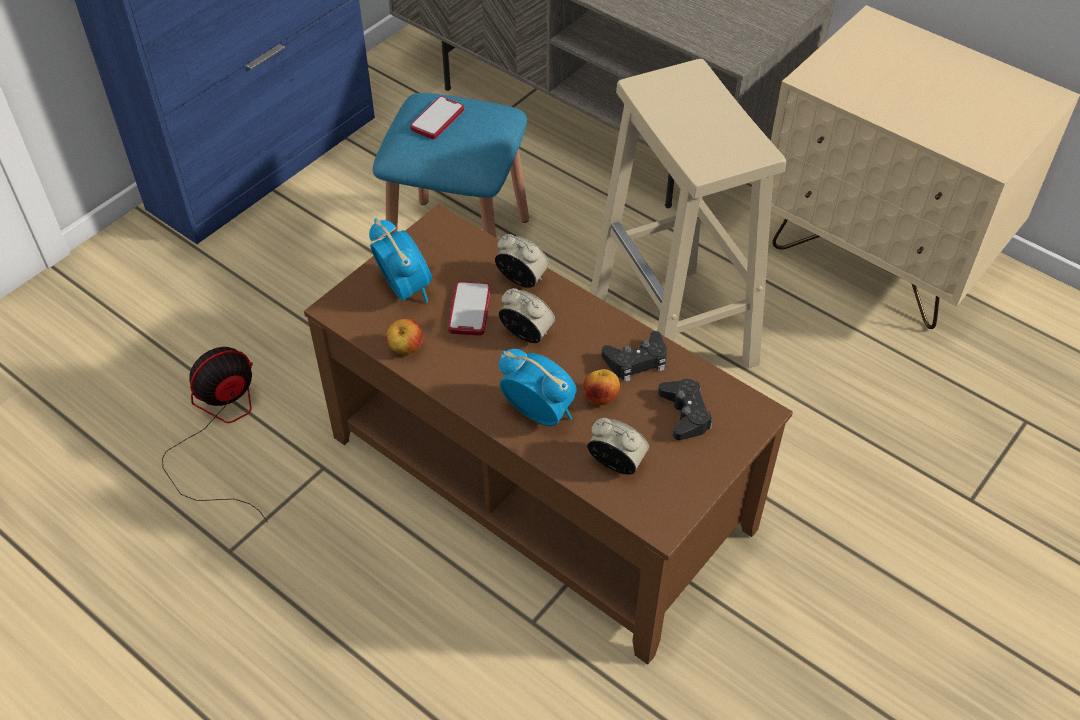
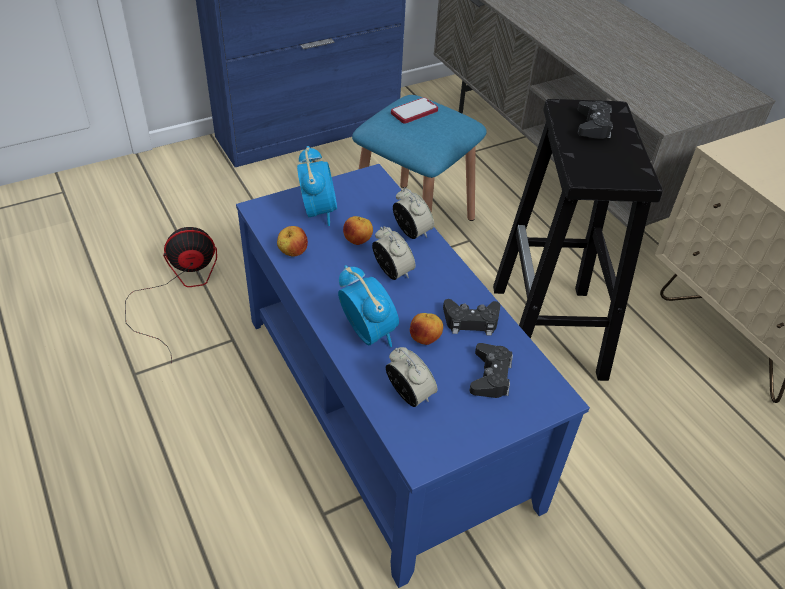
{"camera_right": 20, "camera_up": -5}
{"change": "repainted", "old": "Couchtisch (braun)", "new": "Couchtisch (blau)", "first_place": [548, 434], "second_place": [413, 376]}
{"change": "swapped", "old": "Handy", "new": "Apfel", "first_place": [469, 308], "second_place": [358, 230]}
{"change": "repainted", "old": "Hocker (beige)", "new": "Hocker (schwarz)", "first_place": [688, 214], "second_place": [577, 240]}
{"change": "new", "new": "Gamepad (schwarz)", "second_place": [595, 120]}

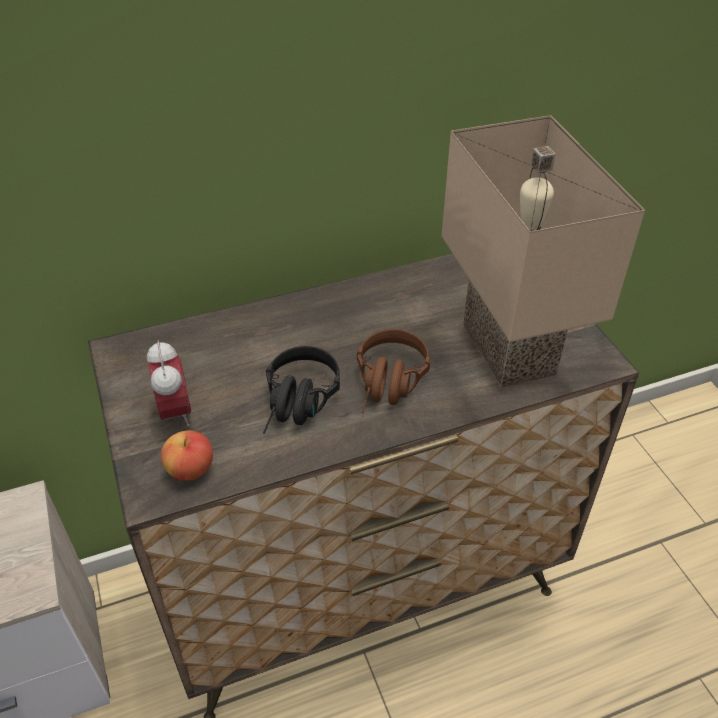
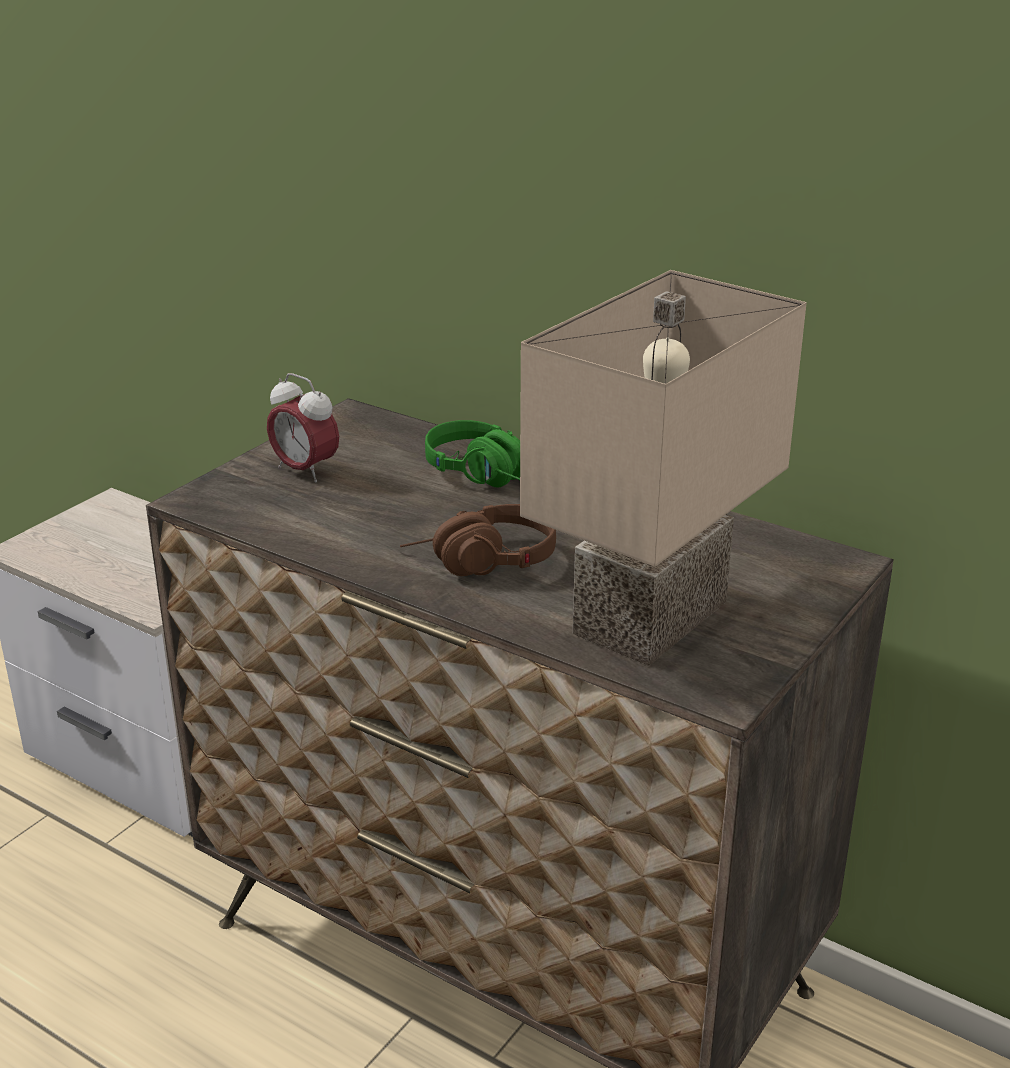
{"camera_right": 55, "camera_up": -15}
{"change": "rotated", "old": "Wecker", "first_place": [169, 383], "second_place": [303, 427], "degrees": 90}
{"change": "new", "new": "Kopfhörer (grün)", "second_place": [472, 454]}
{"change": "gone", "old": "Apfel", "first_place": [187, 455]}
{"change": "gone", "old": "Kopfhörer (schwarz)", "first_place": [301, 390]}

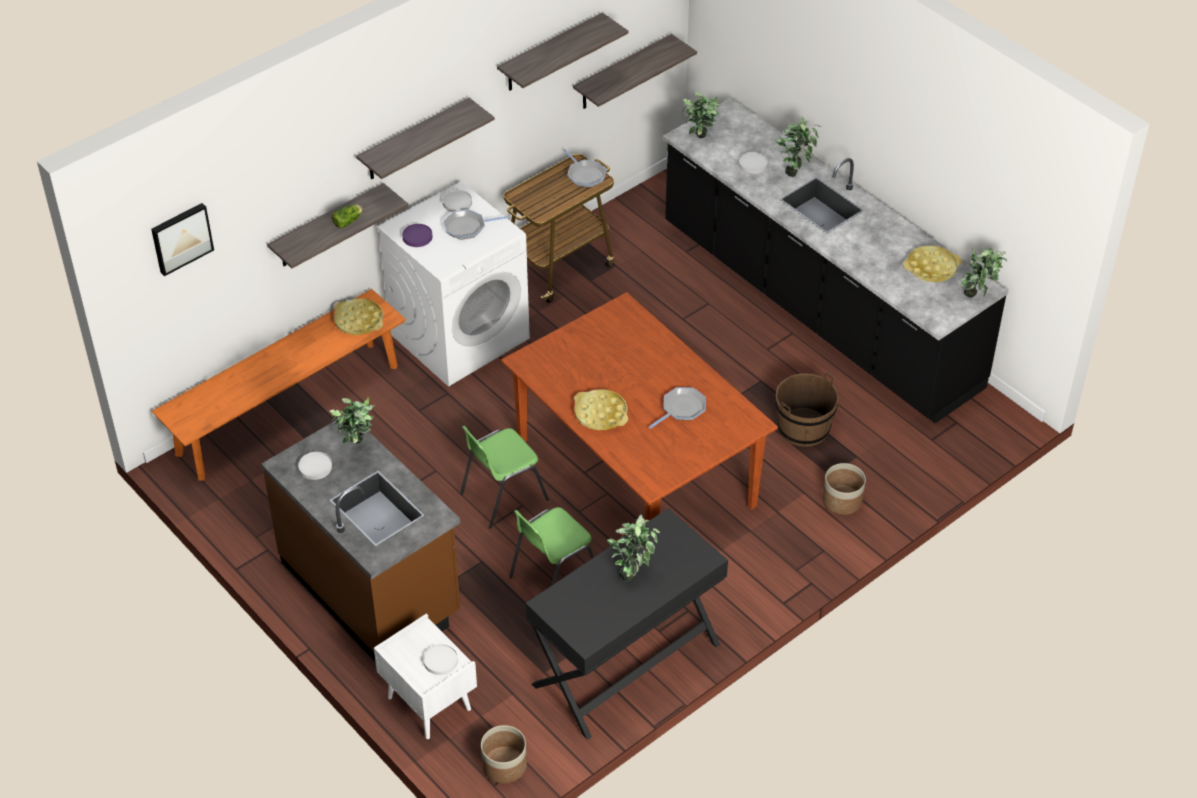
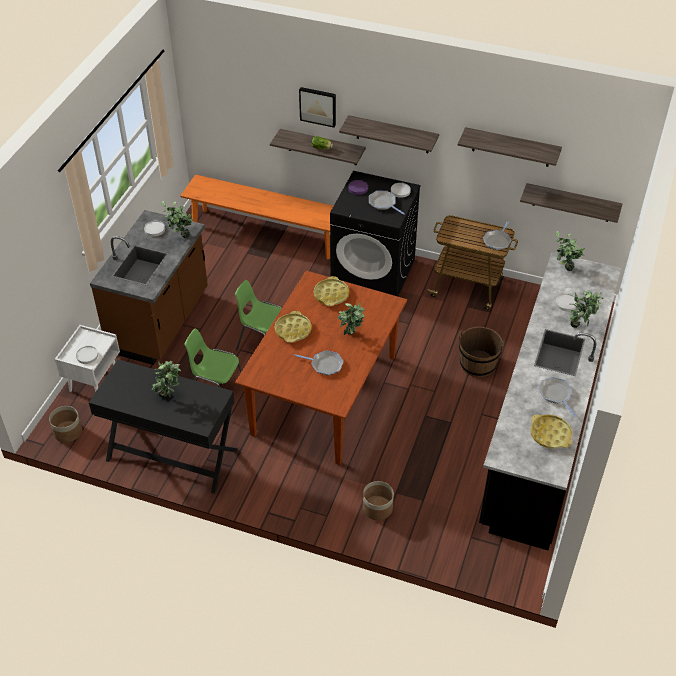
{"camera_right": 60, "camera_up": 0}
{"change": "shifted", "old": "Bild", "first_place": [182, 239], "second_place": [317, 107]}
{"change": "shifted", "old": "Tablett (gelb)", "first_place": [358, 316], "second_place": [331, 291]}
{"change": "repainted", "old": "Waschmaschine (weiß)", "new": "Waschmaschine (schwarz)", "first_place": [453, 283], "second_place": [375, 233]}
{"change": "shifted", "old": "Topfpflanze", "first_place": [984, 273], "second_place": [351, 319]}
{"change": "shifted", "old": "Eimer (braun)", "first_place": [806, 409], "second_place": [481, 352]}
{"change": "new", "new": "Pfanne", "second_place": [557, 397]}

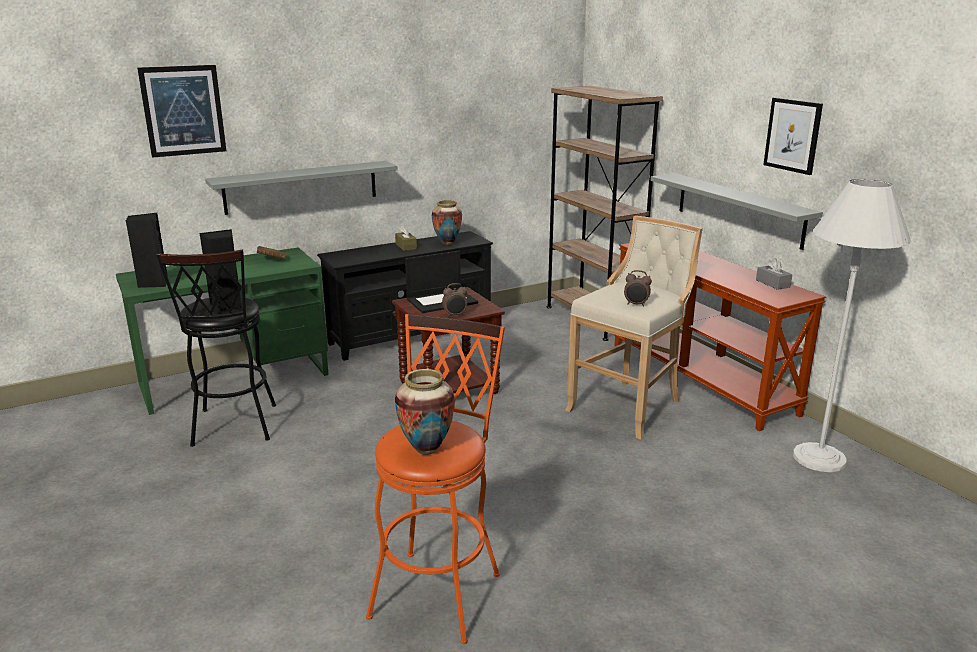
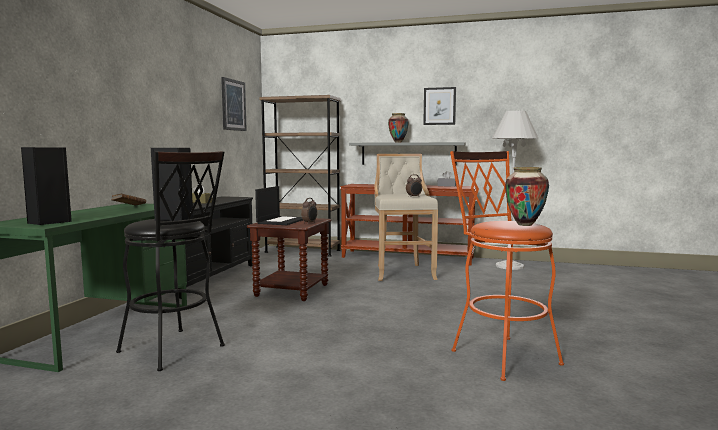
{"camera_right": -45, "camera_up": -15}
{"change": "shifted", "old": "Bild", "first_place": [181, 111], "second_place": [234, 104]}
{"change": "shifted", "old": "Vase", "first_place": [447, 222], "second_place": [398, 127]}
{"change": "gone", "old": "Wandregal (grau)", "first_place": [301, 188]}

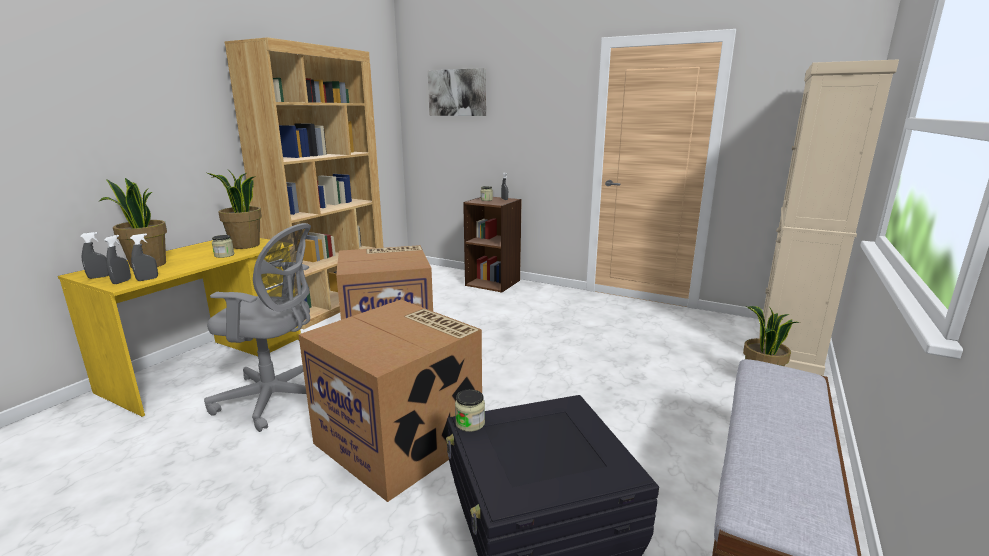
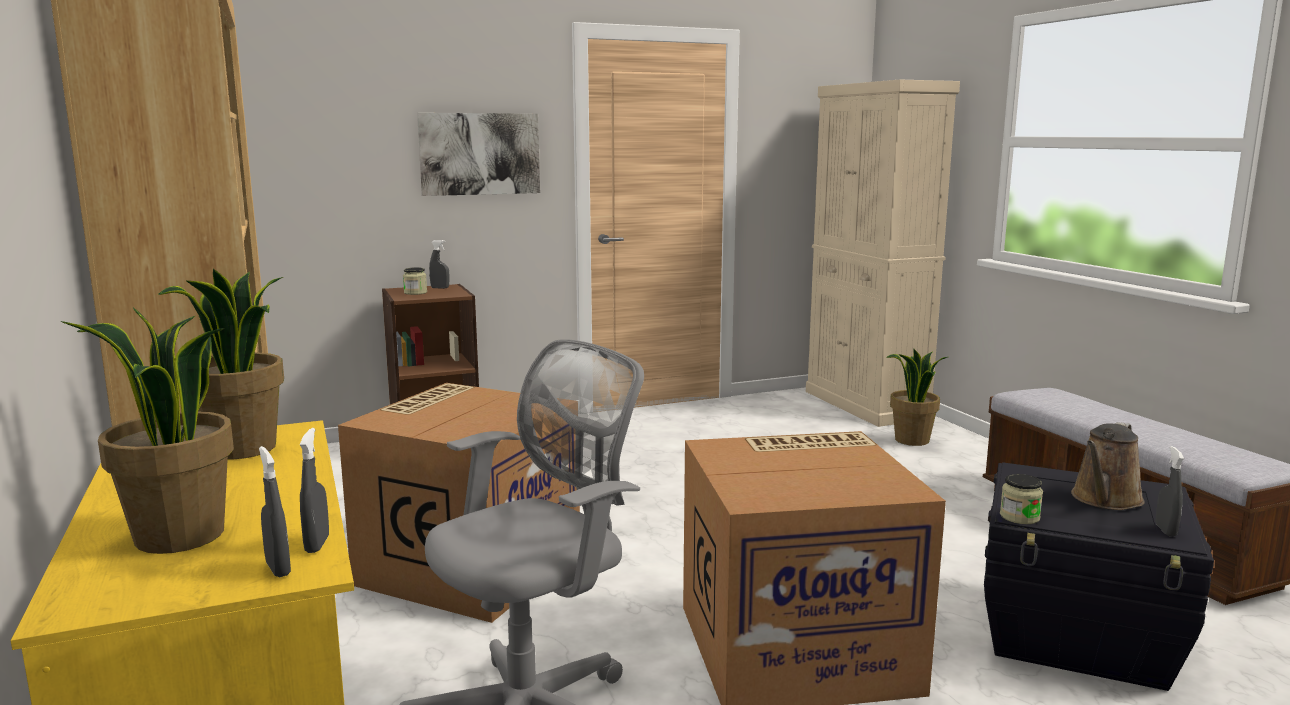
{"camera_right": -50, "camera_up": -5}
{"change": "shifted", "old": "Bild", "first_place": [457, 92], "second_place": [478, 154]}
{"change": "new", "new": "Gießkanne (braun)", "second_place": [1108, 466]}
{"change": "shifted", "old": "Sprühflasche (grau)", "first_place": [94, 255], "second_place": [1170, 491]}
{"change": "gone", "old": "Vorratsglas", "first_place": [223, 246]}

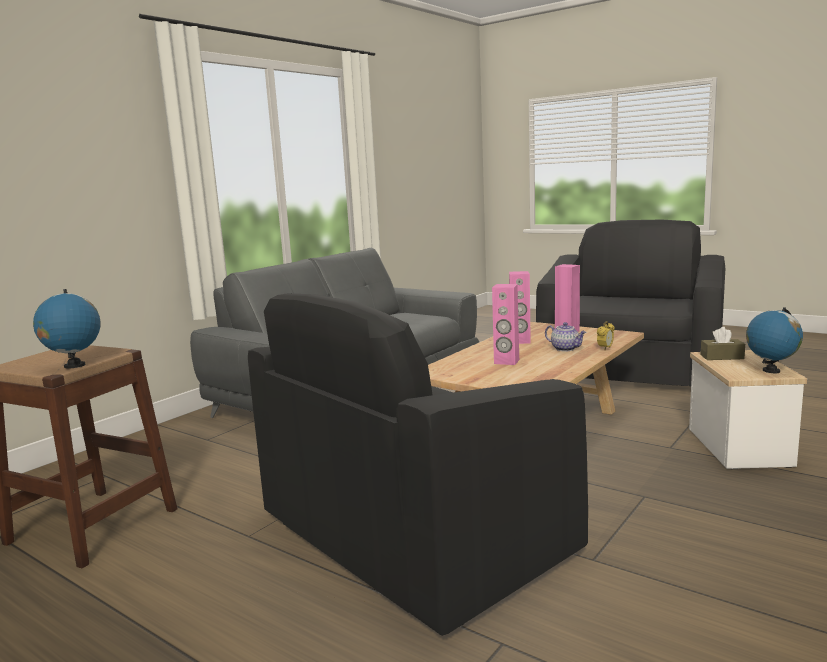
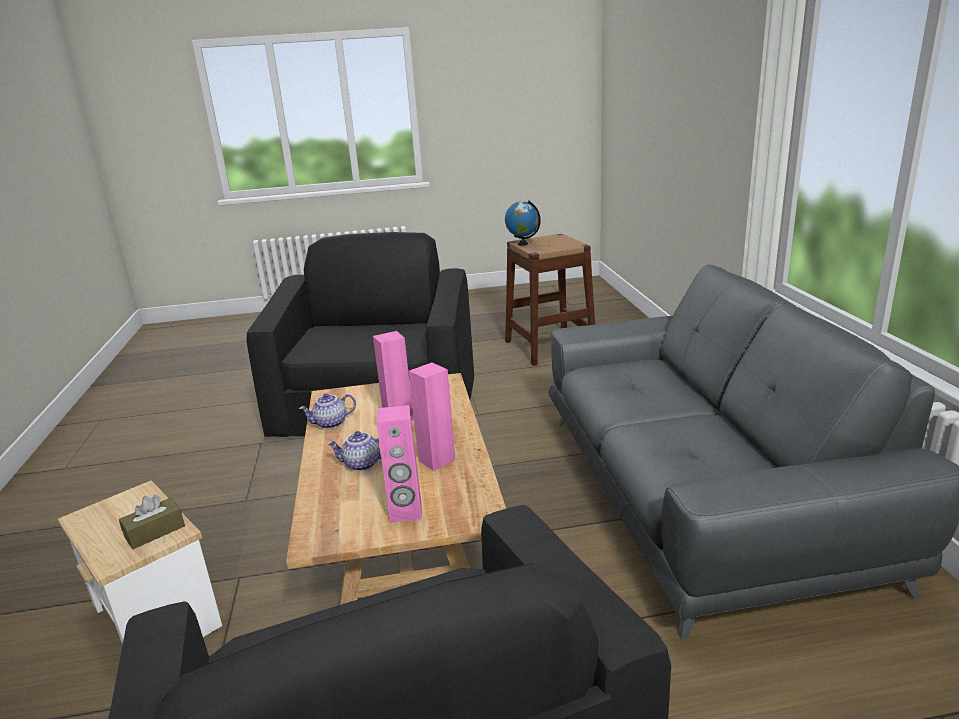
{"camera_right": 135, "camera_up": 10}
{"change": "new", "new": "Teekanne", "second_place": [327, 411]}
{"change": "gone", "old": "Wecker", "first_place": [605, 335]}
{"change": "gone", "old": "Globus", "first_place": [774, 340]}

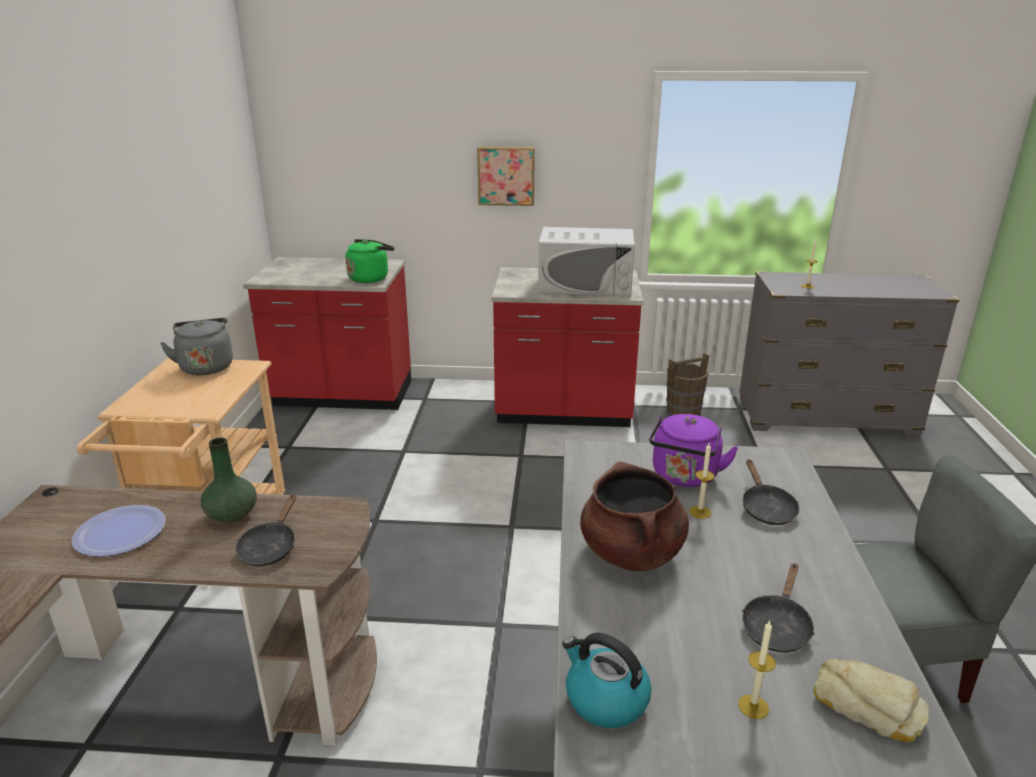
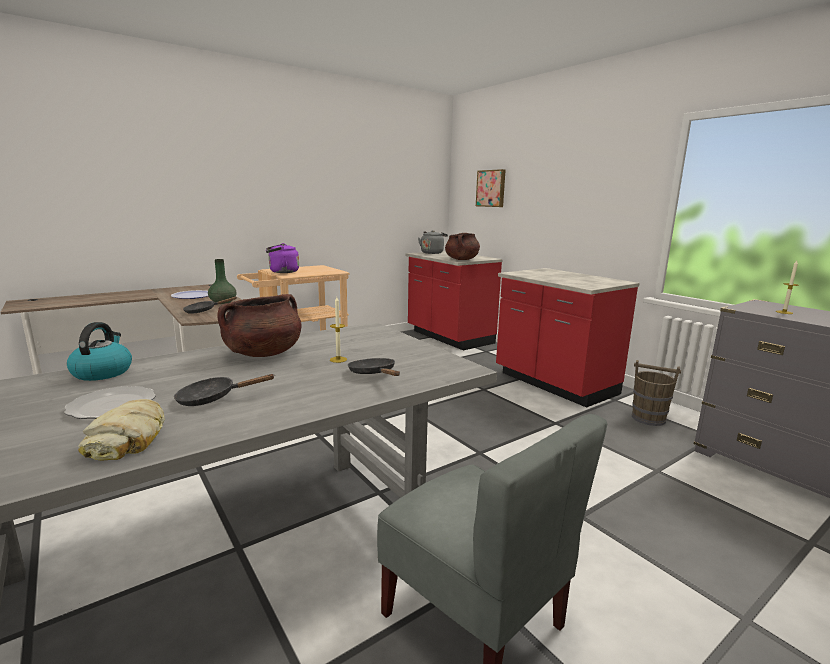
{"camera_right": 50, "camera_up": -10}
{"change": "swapped", "old": "Kerze", "new": "Teller", "first_place": [757, 669], "second_place": [110, 402]}
{"change": "shifted", "old": "Wasserkessel (lila)", "first_place": [693, 450], "second_place": [282, 258]}
{"change": "rotated", "old": "Pfanne (schwarz)", "first_place": [771, 492], "second_place": [374, 367], "degrees": 105}
{"change": "shifted", "old": "Wasserkessel (grau)", "first_place": [196, 346], "second_place": [433, 242]}
{"change": "swapped", "old": "Wasserkessel (grün)", "new": "Kochtopf (braun)", "first_place": [369, 261], "second_place": [462, 246]}
{"change": "shifted", "old": "Bild", "first_place": [506, 176], "second_place": [491, 188]}
{"change": "gone", "old": "Mikrowelle (weiß)", "first_place": [586, 261]}

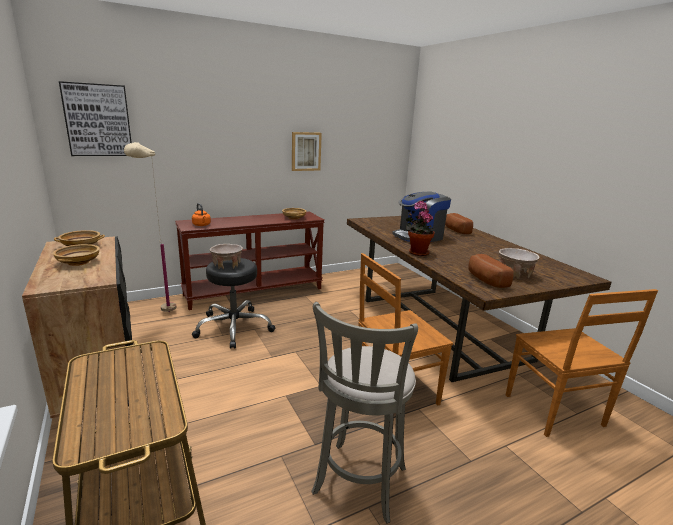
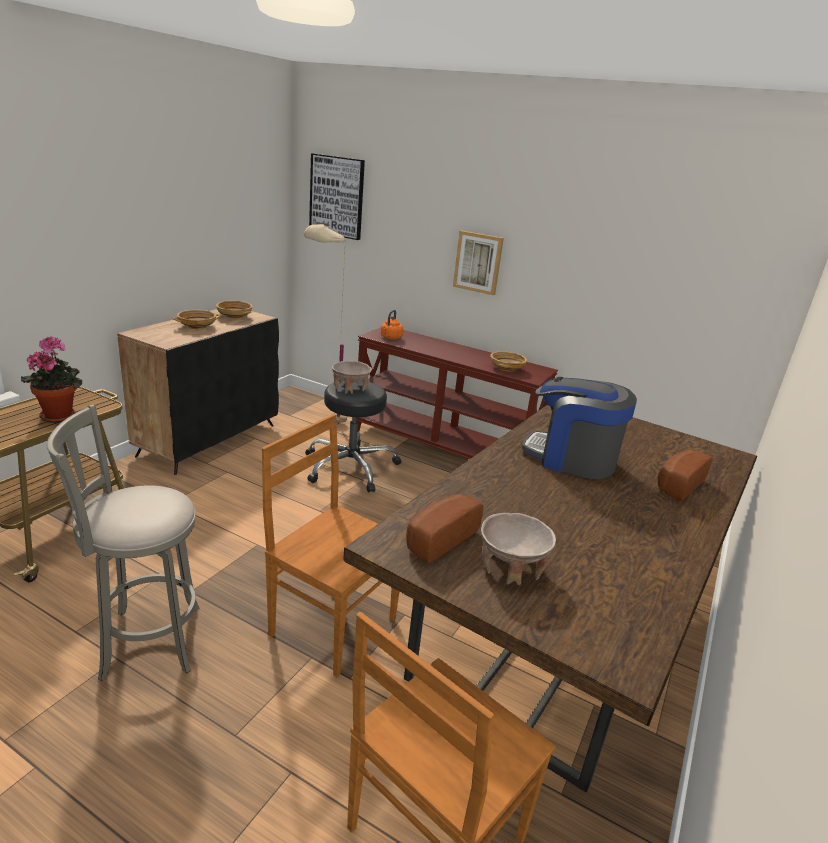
{"camera_right": 55, "camera_up": 5}
{"change": "shifted", "old": "Topfpflanze", "first_place": [420, 228], "second_place": [51, 379]}
{"change": "shifted", "old": "Bild", "first_place": [307, 151], "second_place": [478, 262]}

